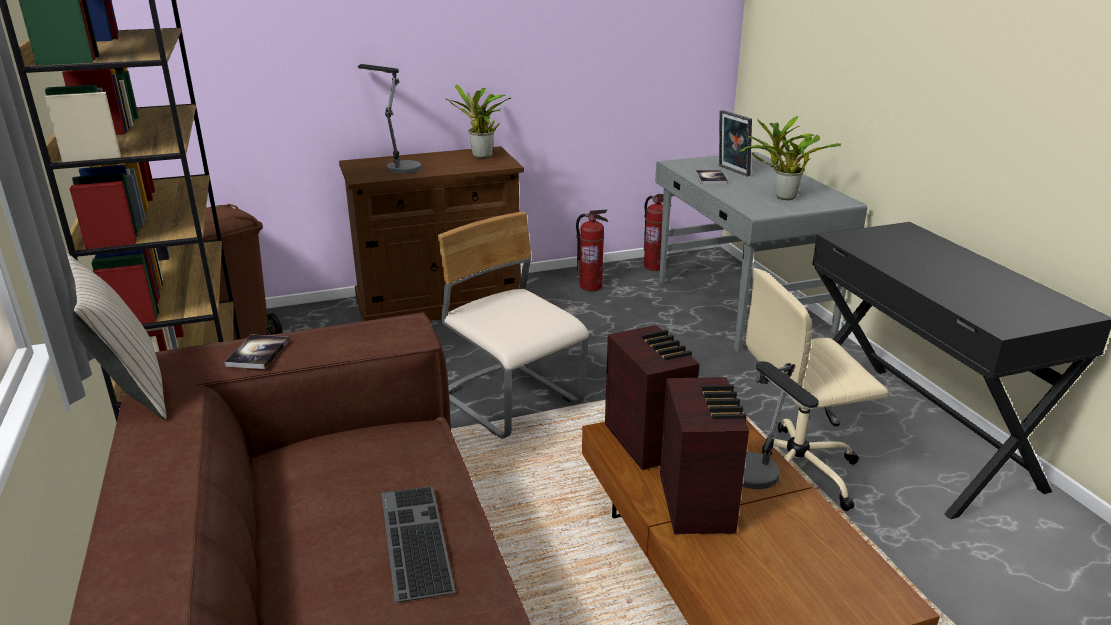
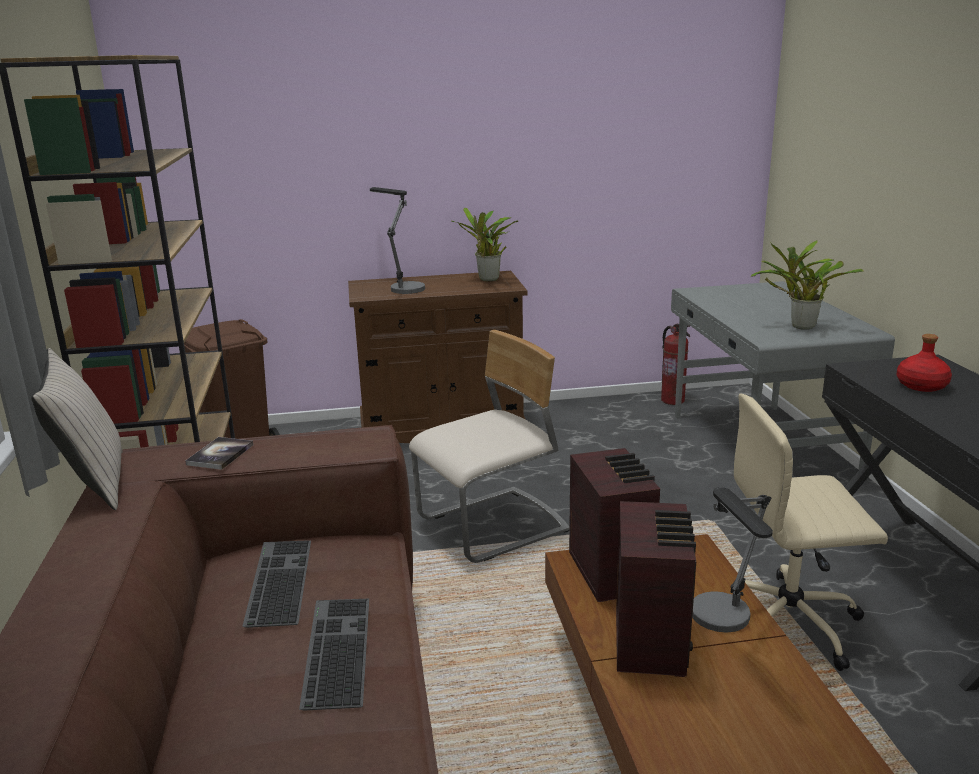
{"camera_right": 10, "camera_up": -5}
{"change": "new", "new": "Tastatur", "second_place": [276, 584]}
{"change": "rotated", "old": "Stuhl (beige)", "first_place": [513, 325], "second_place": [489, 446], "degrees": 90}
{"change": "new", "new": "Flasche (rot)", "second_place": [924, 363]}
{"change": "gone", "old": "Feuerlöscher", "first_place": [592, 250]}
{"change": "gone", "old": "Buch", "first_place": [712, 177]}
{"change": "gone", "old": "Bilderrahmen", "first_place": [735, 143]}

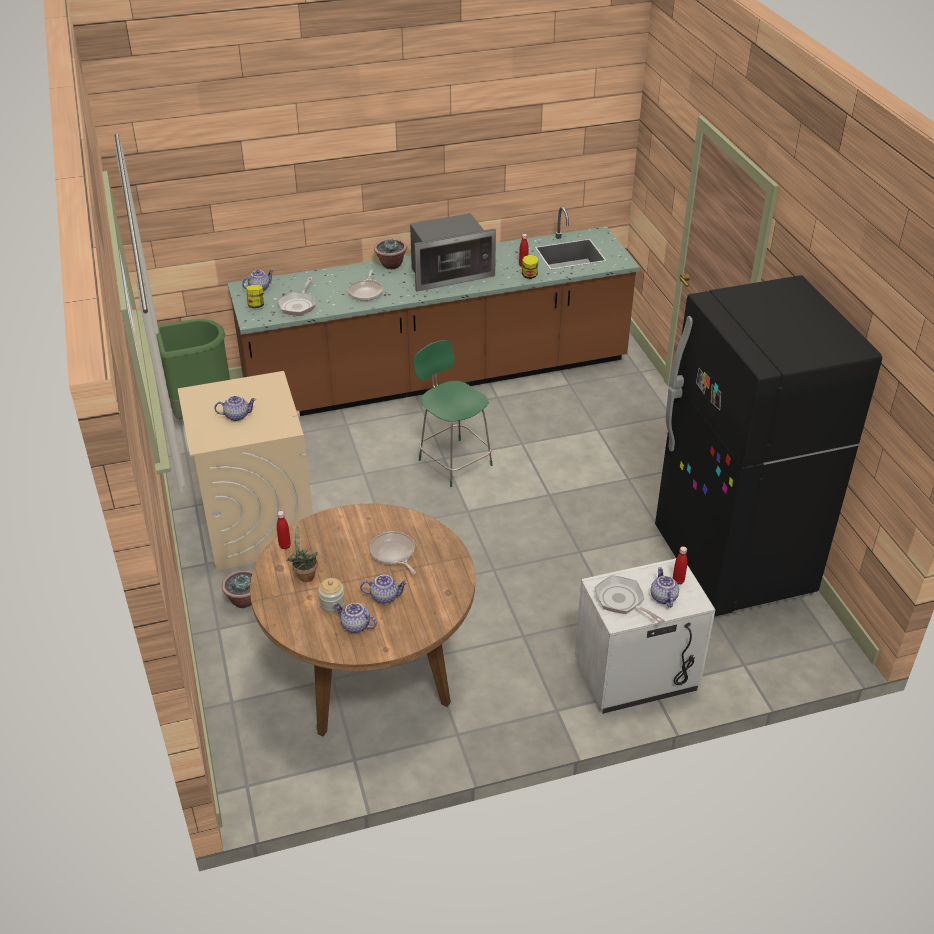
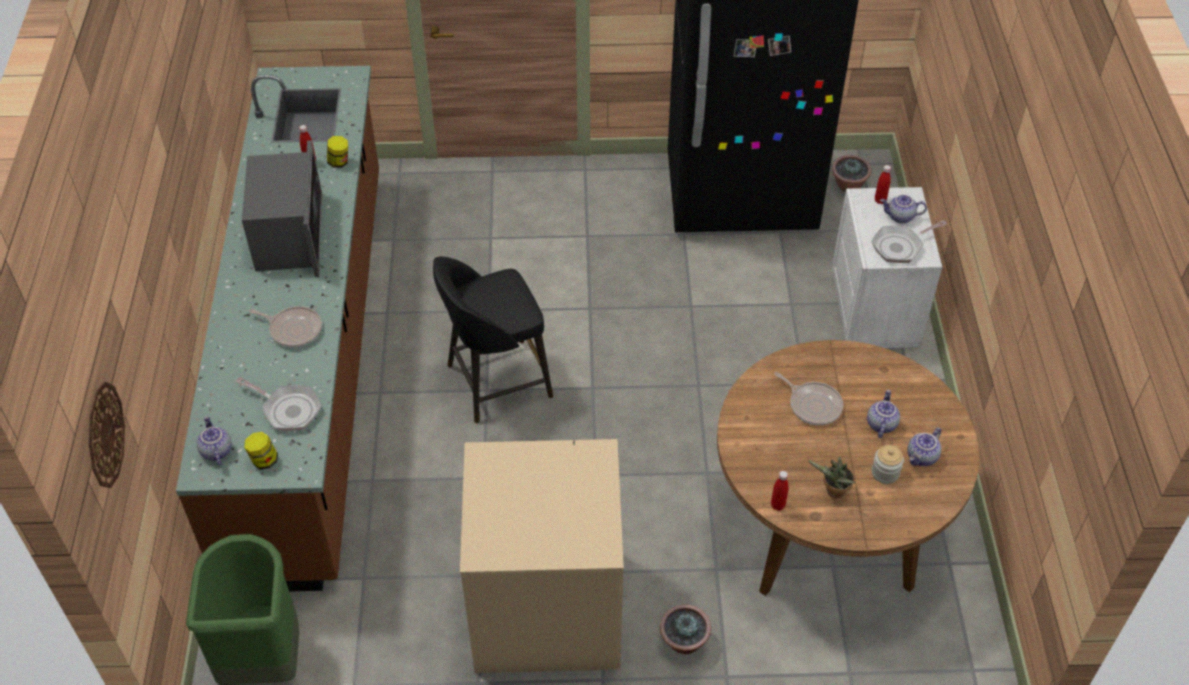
{"camera_right": -75, "camera_up": 10}
{"change": "new", "new": "Wanduhr", "second_place": [107, 435]}
{"change": "swapped", "old": "Stuhl (grün)", "new": "Hocker (schwarz)", "first_place": [453, 413], "second_place": [493, 340]}
{"change": "rotated", "old": "Pfanne", "first_place": [393, 552], "second_place": [809, 398], "degrees": -120}
{"change": "shifted", "old": "Topfpflanze", "first_place": [390, 254], "second_place": [852, 173]}
{"change": "gone", "old": "Teekanne", "first_place": [235, 408]}

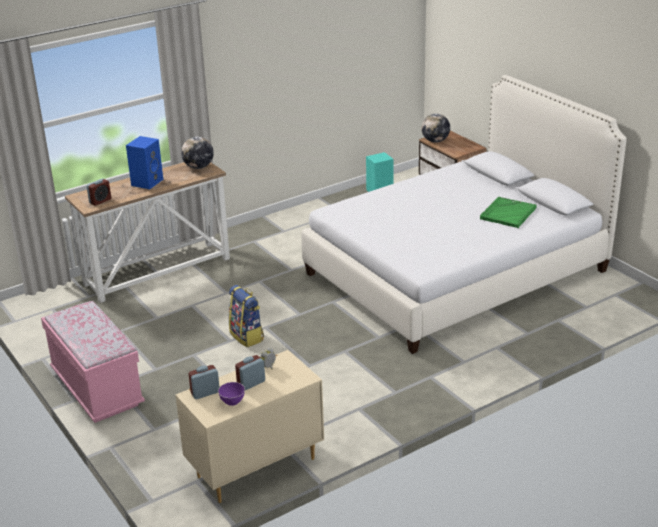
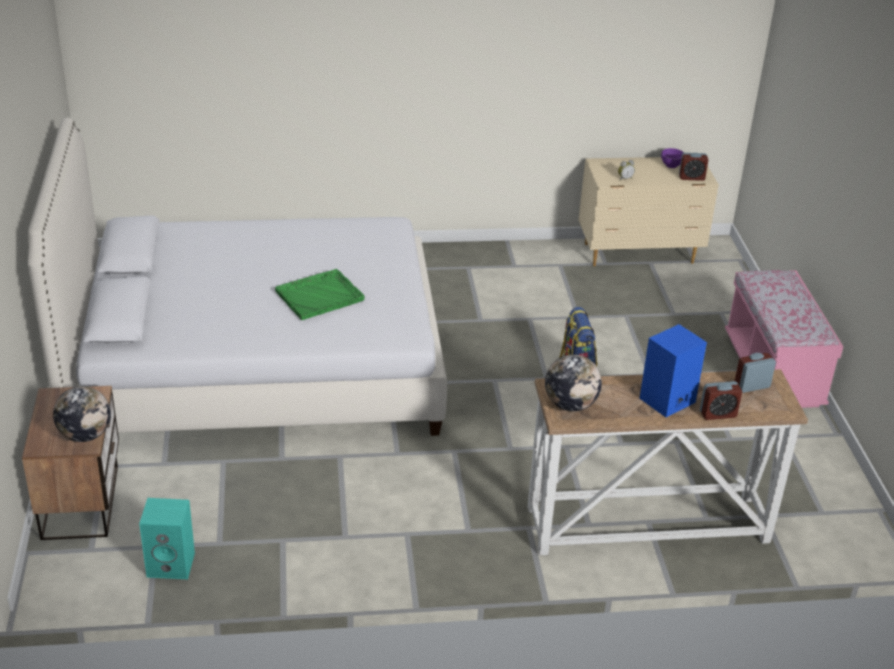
{"camera_right": -155, "camera_up": 5}
{"change": "shifted", "old": "Tablett (grün)", "first_place": [508, 212], "second_place": [320, 294]}
{"change": "shifted", "old": "Wecker", "first_place": [250, 372], "second_place": [721, 400]}

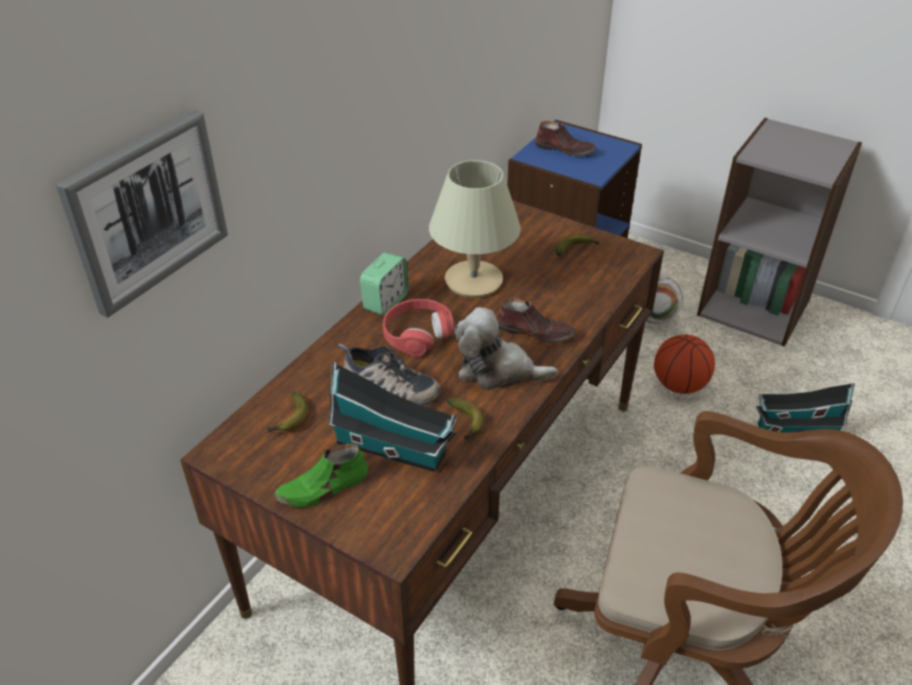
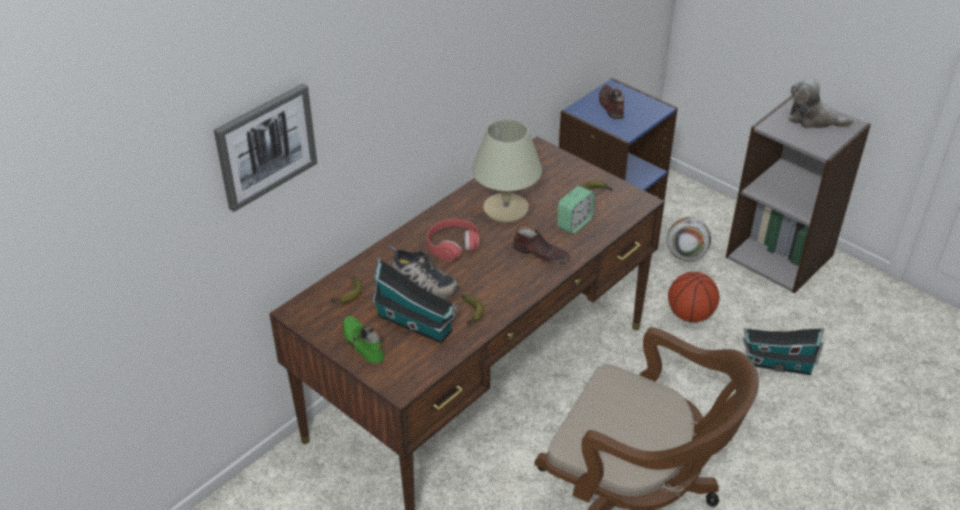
{"camera_right": 10, "camera_up": 0}
{"change": "rotated", "old": "Schuh (grün)", "first_place": [321, 475], "second_place": [363, 340], "degrees": 75}
{"change": "shifted", "old": "Wecker", "first_place": [384, 284], "second_place": [576, 210]}
{"change": "rotated", "old": "Schuh (braun)", "first_place": [565, 138], "second_place": [611, 102], "degrees": -135}
{"change": "shifted", "old": "Plüschtier", "first_place": [506, 348], "second_place": [821, 102]}

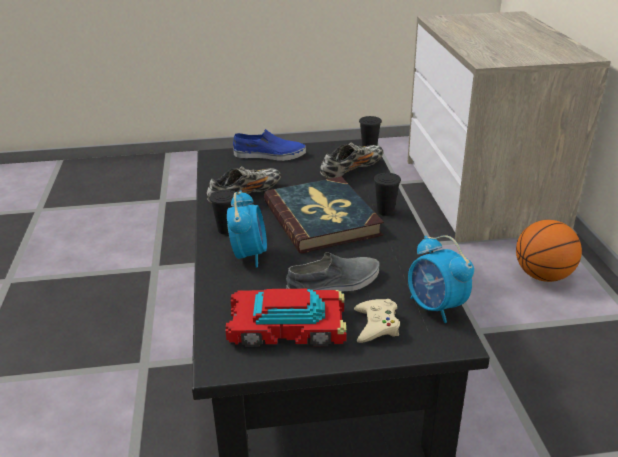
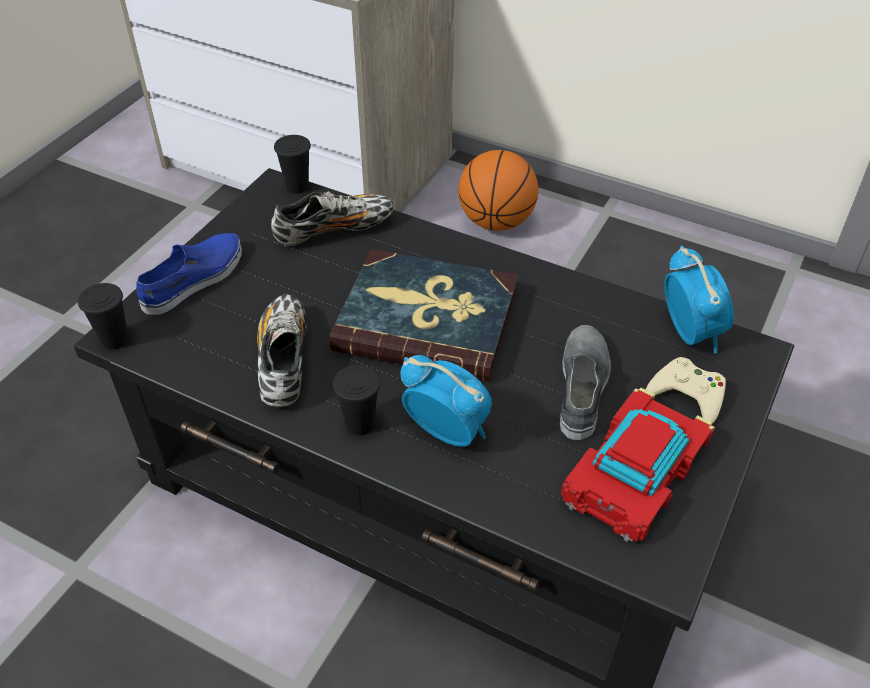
{"camera_right": -55, "camera_up": 15}
{"change": "shifted", "old": "Tasse (schwarz)", "first_place": [387, 194], "second_place": [103, 316]}
{"change": "rotated", "old": "Schuh", "first_place": [351, 161], "second_place": [332, 218], "degrees": 75}
{"change": "rotated", "old": "Wecker", "first_place": [441, 279], "second_place": [699, 299], "degrees": -105}

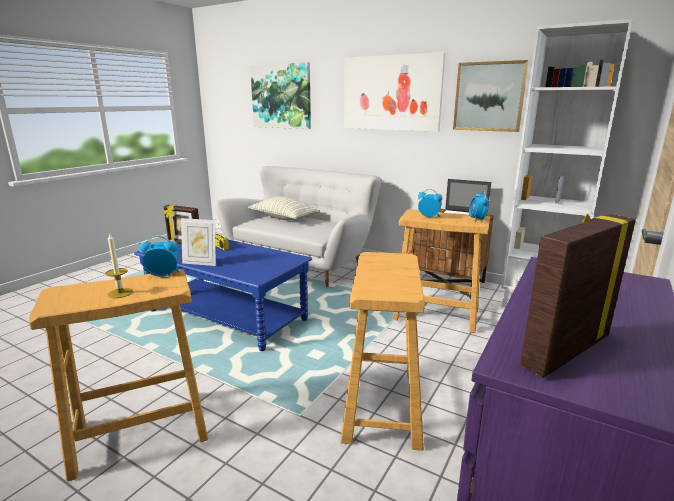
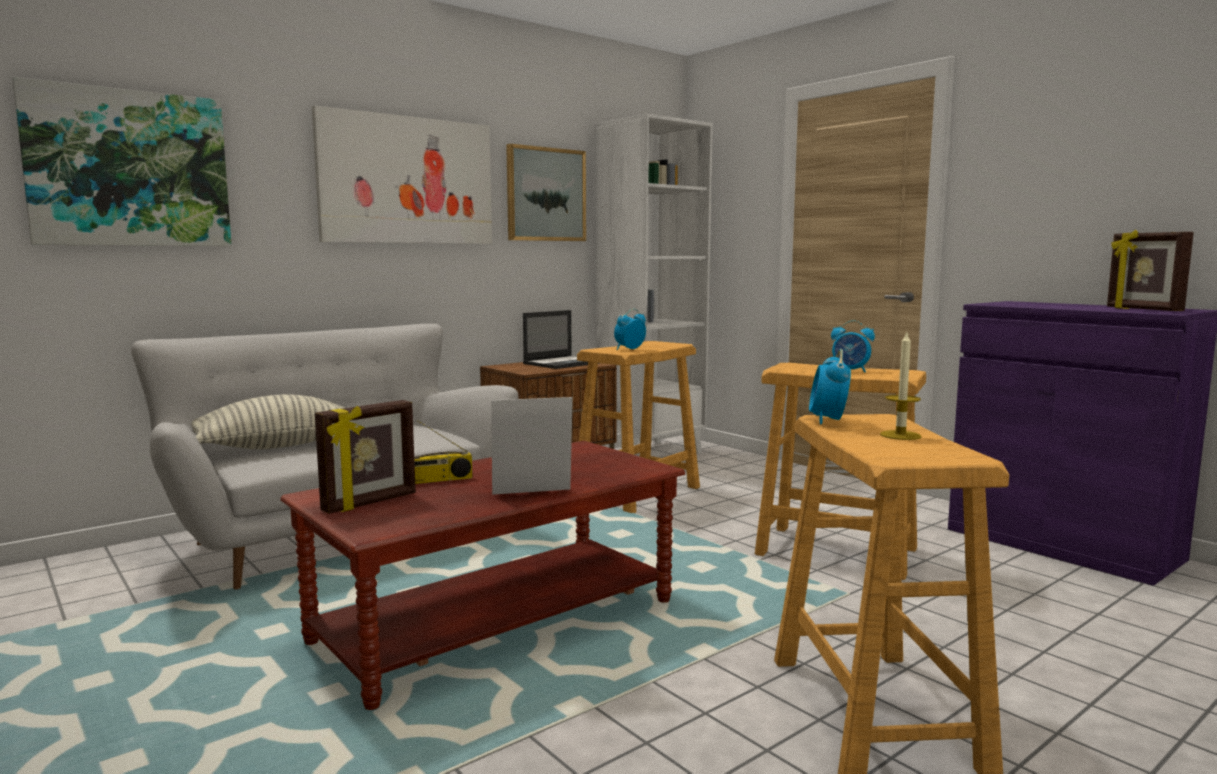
{"camera_right": -70, "camera_up": -10}
{"change": "repainted", "old": "Couchtisch (blau)", "new": "Couchtisch (braun)", "first_place": [223, 295], "second_place": [482, 575]}
{"change": "rotated", "old": "Bilderrahmen", "first_place": [198, 242], "second_place": [532, 446], "degrees": -135}
{"change": "shifted", "old": "Wecker", "first_place": [479, 206], "second_place": [853, 346]}

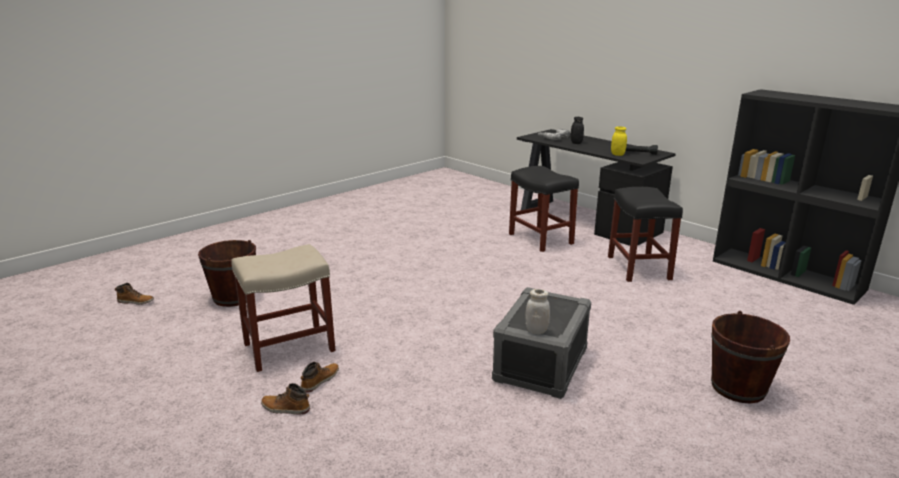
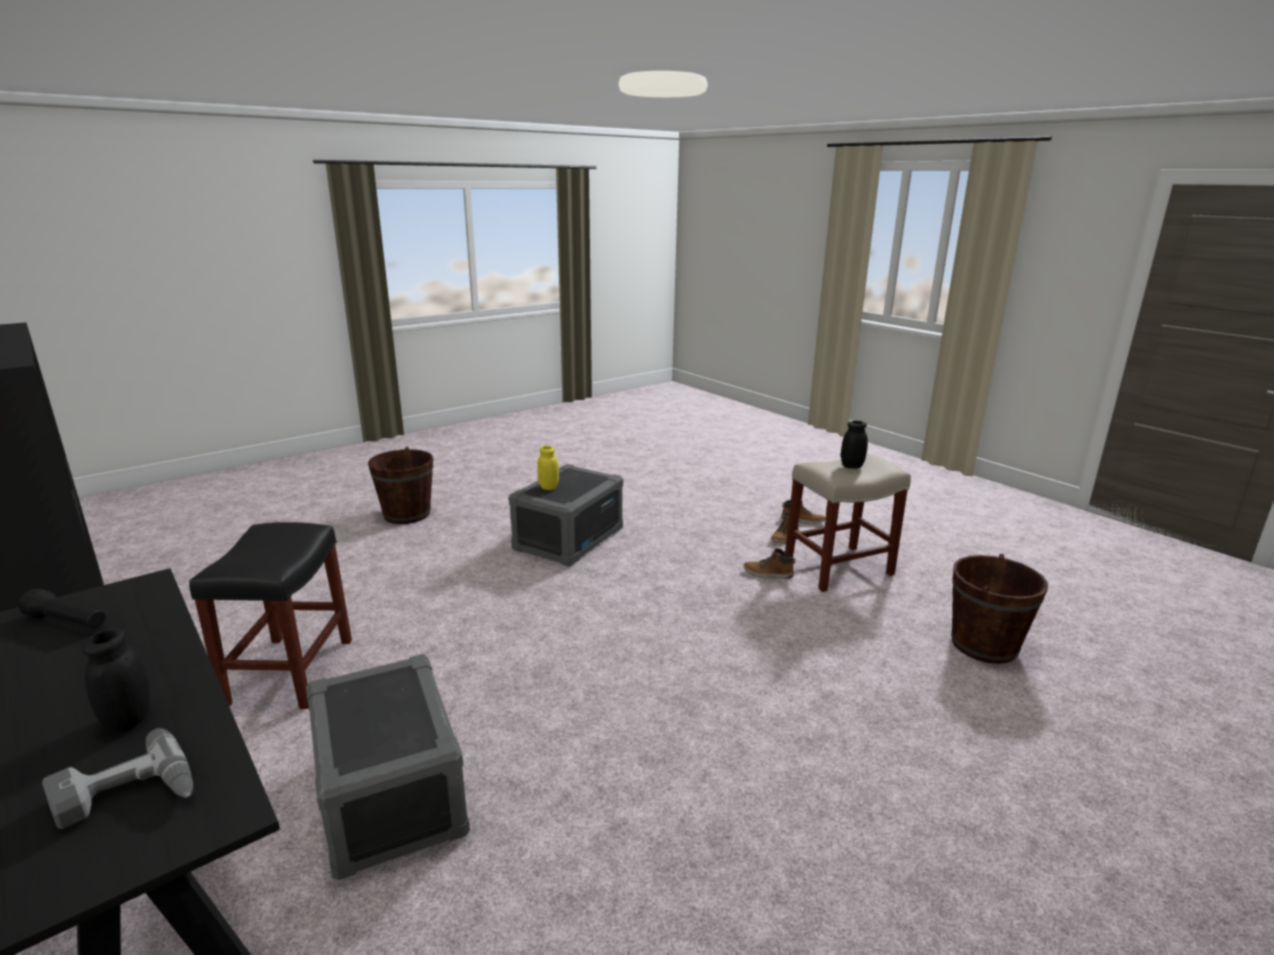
{"camera_right": -175, "camera_up": 0}
{"change": "swapped", "old": "Hocker (schwarz)", "new": "Aufbewahrungsbox (grau)", "first_place": [544, 209], "second_place": [388, 767]}
{"change": "shifted", "old": "Vorratsglas (gelb)", "first_place": [619, 141], "second_place": [548, 468]}
{"change": "shifted", "old": "Stiefel", "first_place": [134, 294], "second_place": [769, 564]}
{"change": "new", "new": "Vorratsglas (schwarz)", "second_place": [854, 444]}
{"change": "gone", "old": "Vorratsglas (weiß)", "first_place": [538, 311]}

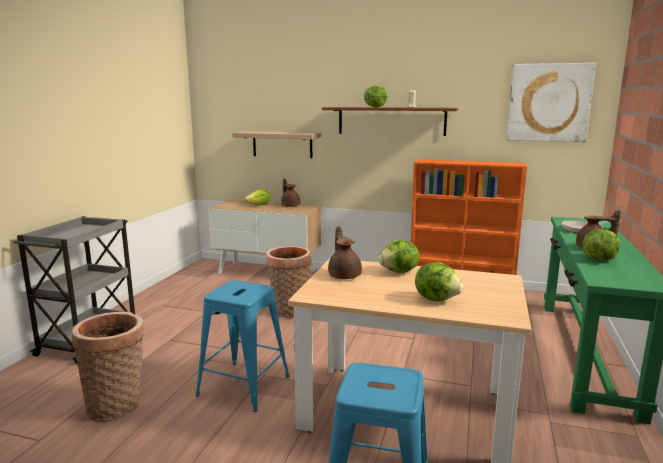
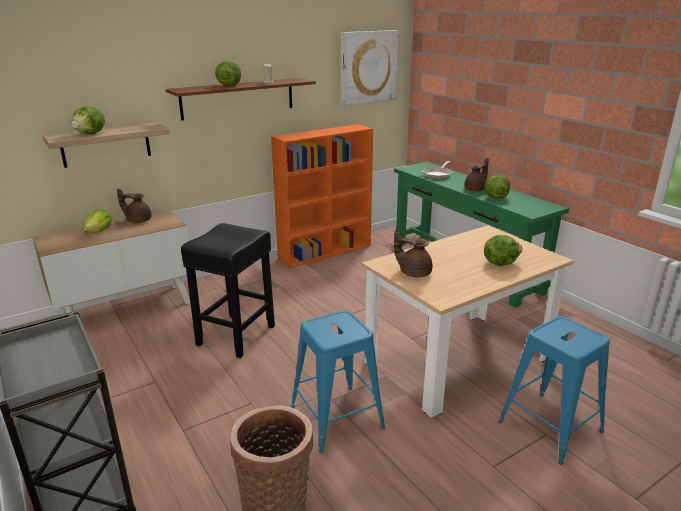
{"camera_right": -50, "camera_up": 10}
{"change": "shifted", "old": "Salatkopf", "first_place": [398, 256], "second_place": [88, 120]}
{"change": "swapped", "old": "Korb", "new": "Hocker (schwarz)", "first_place": [288, 282], "second_place": [228, 290]}

